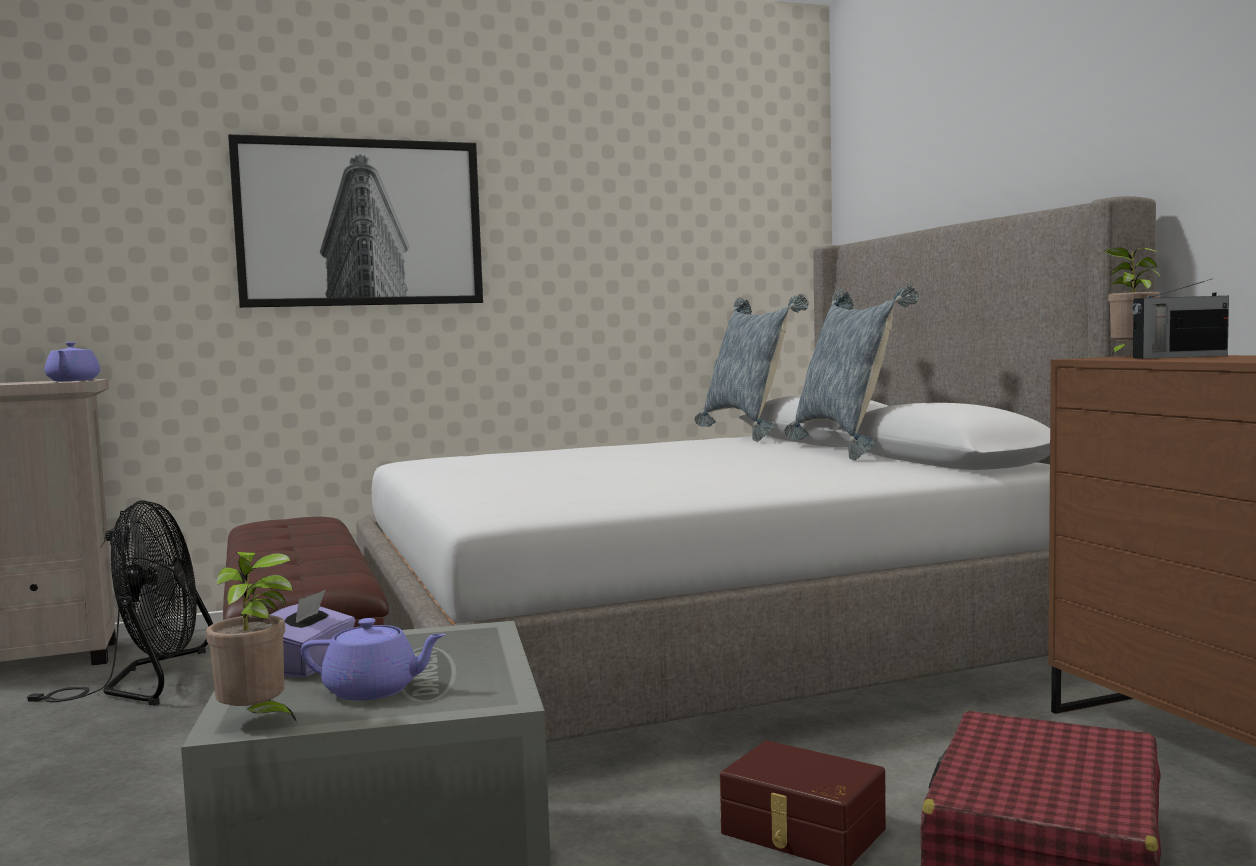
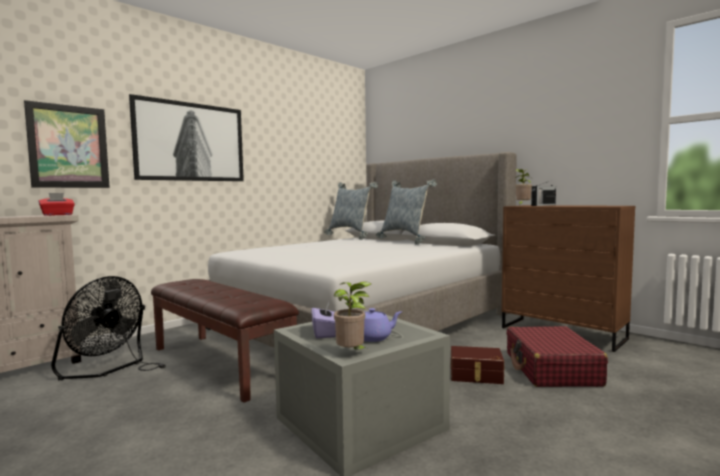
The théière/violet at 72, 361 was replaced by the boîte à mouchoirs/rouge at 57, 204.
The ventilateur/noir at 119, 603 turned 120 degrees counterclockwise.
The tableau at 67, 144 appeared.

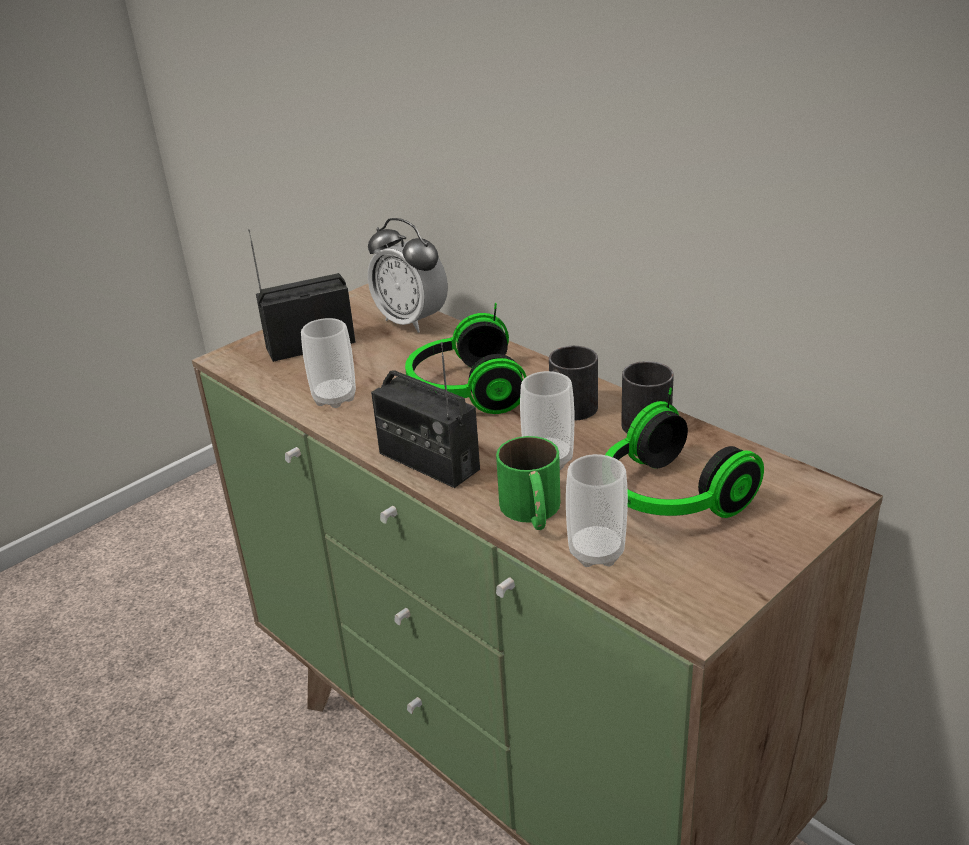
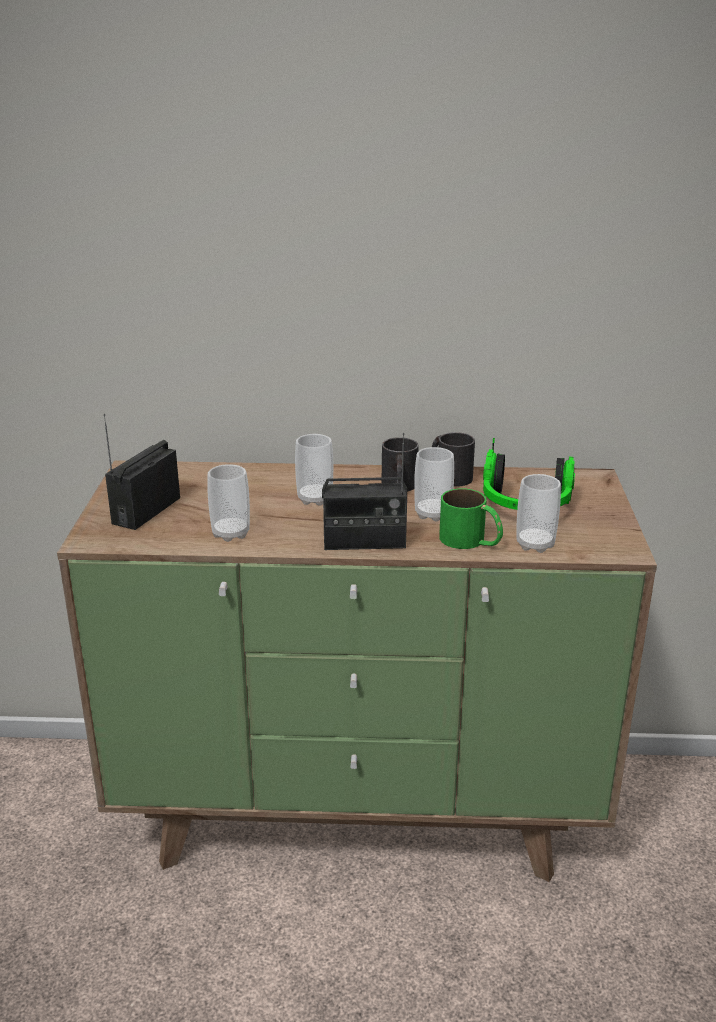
The réveil at 408, 275 disappeared.
The casque audio at 466, 358 was replaced by the tasse at 314, 470.

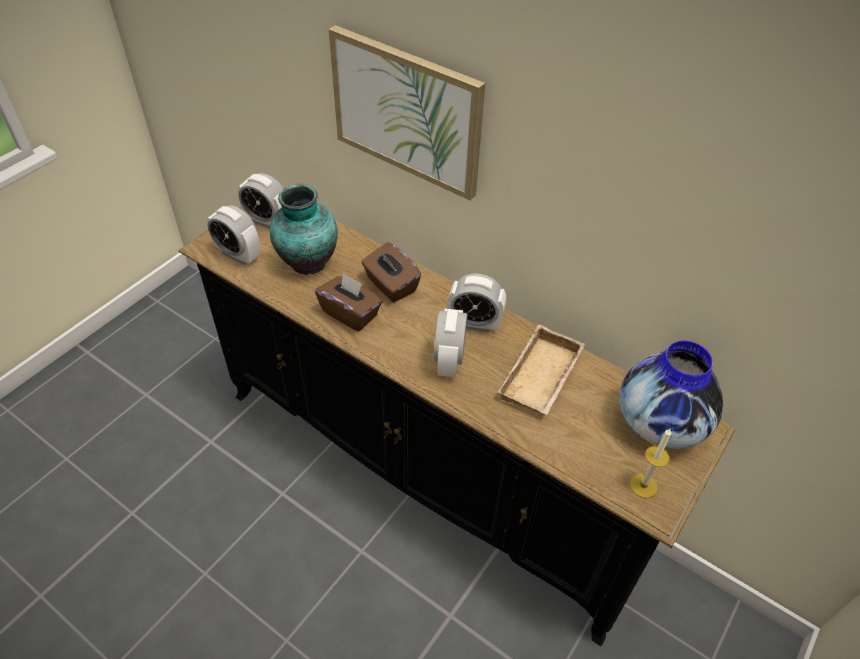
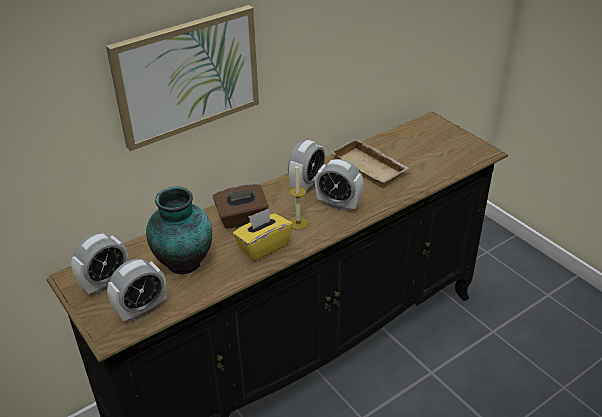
The boîte à mouchoirs/marron at 348, 302 became the boîte à mouchoirs/jaune at 263, 234.
The vase at 671, 395 disappeared.
The bougie moved from 650, 463 to 298, 197.

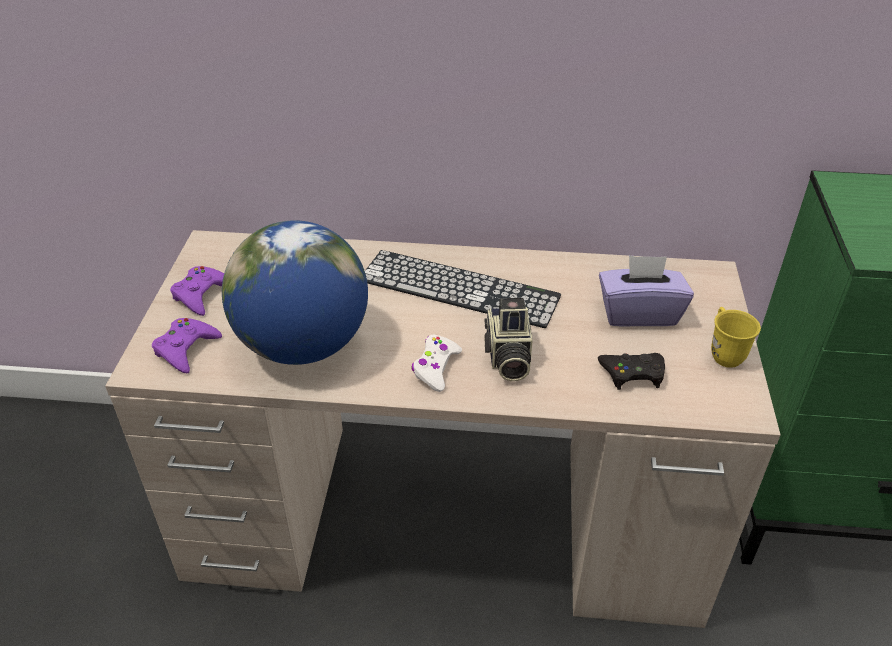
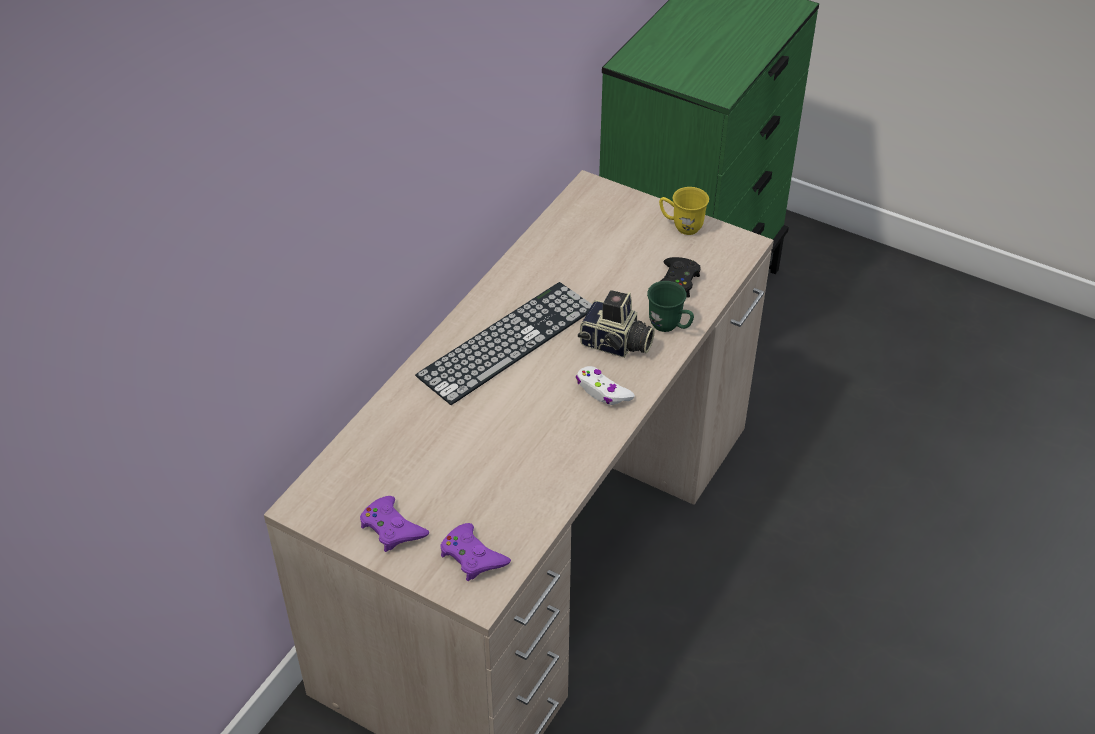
The globe at 295, 292 disappeared.
The boîte à mouchoirs/violet at 646, 291 disappeared.
The mug/vert at 670, 306 appeared.

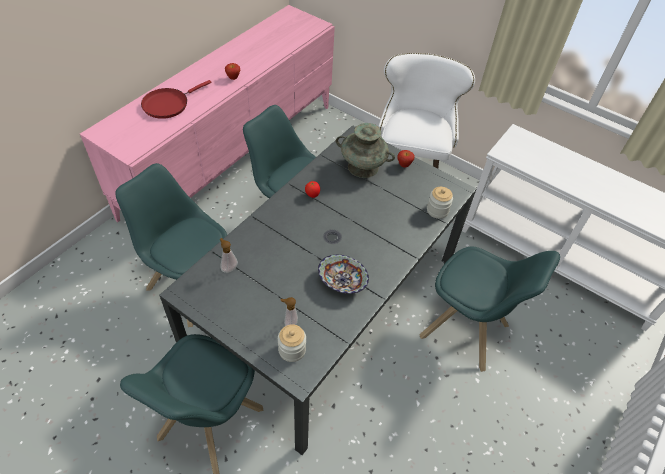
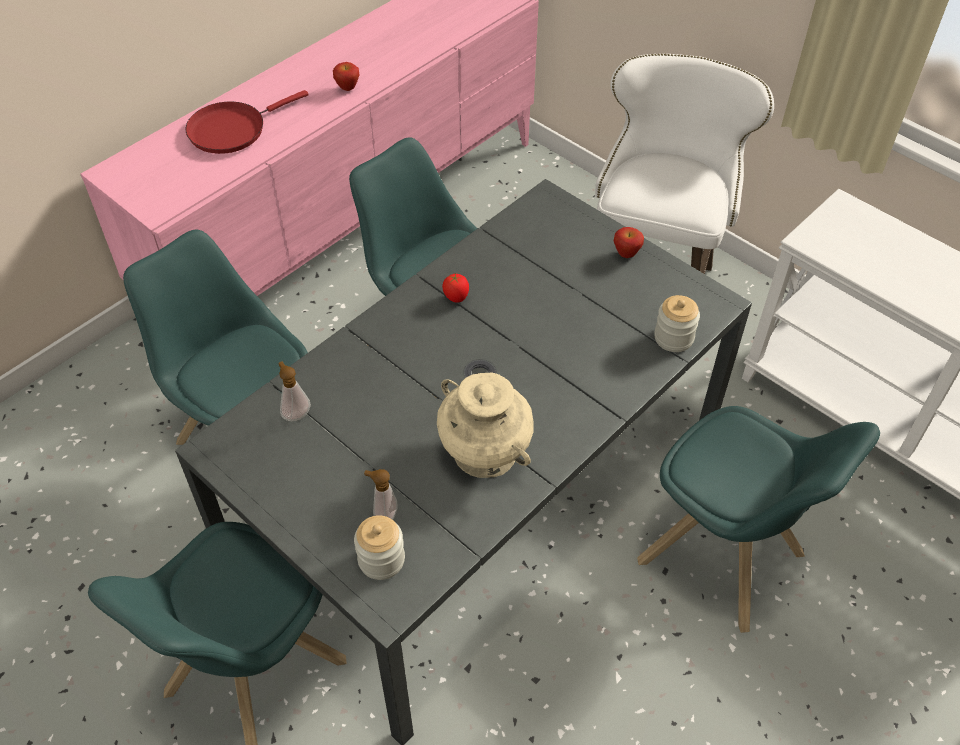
The vase/turquoise at 365, 150 disappeared.
The bol at 343, 274 was replaced by the vase/beige at 485, 425.

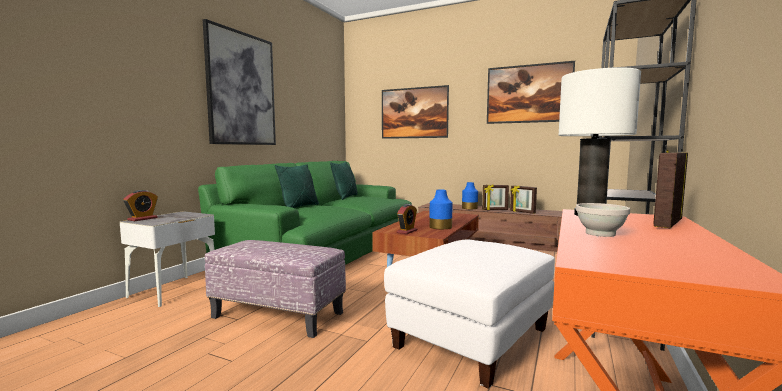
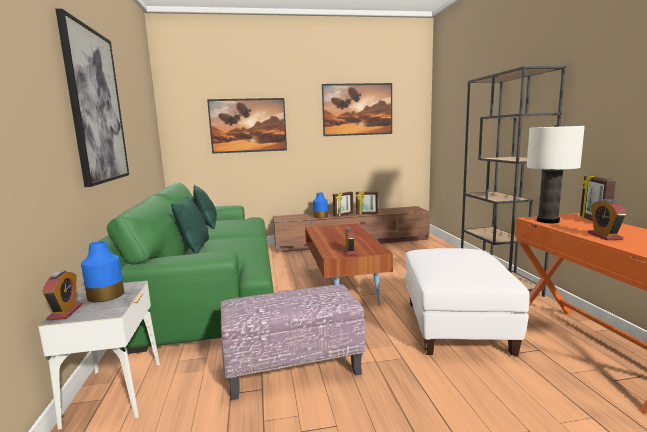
The vase/bleu moved from 441, 209 to 102, 271.
The bol/blanc at 603, 220 was replaced by the réveil at 607, 219.

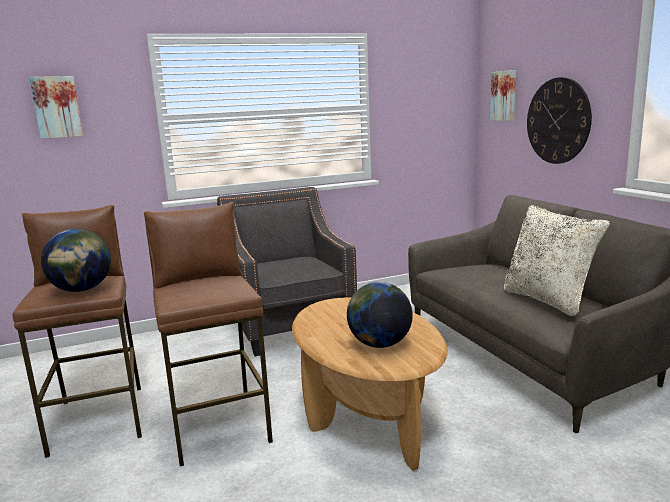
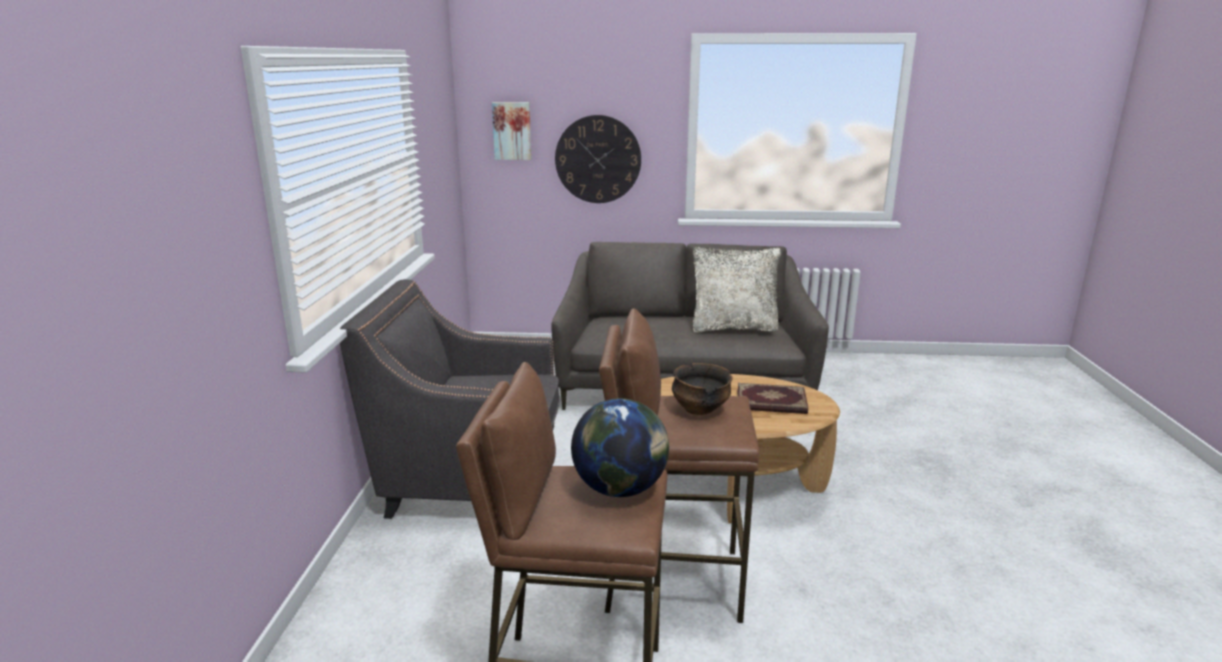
The tableau at 56, 107 disappeared.
The globe at 380, 315 was replaced by the livre at 773, 398.
The bol at 702, 389 appeared.

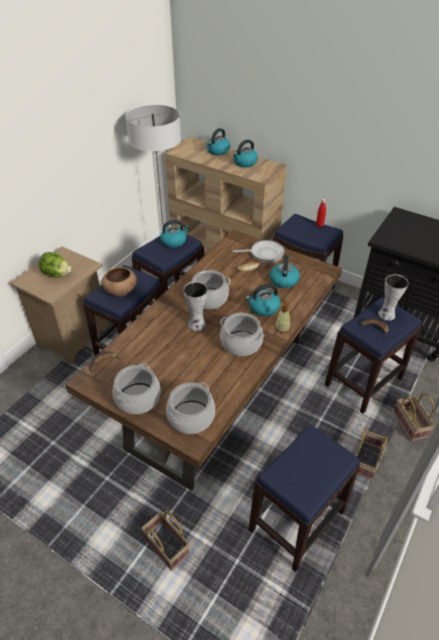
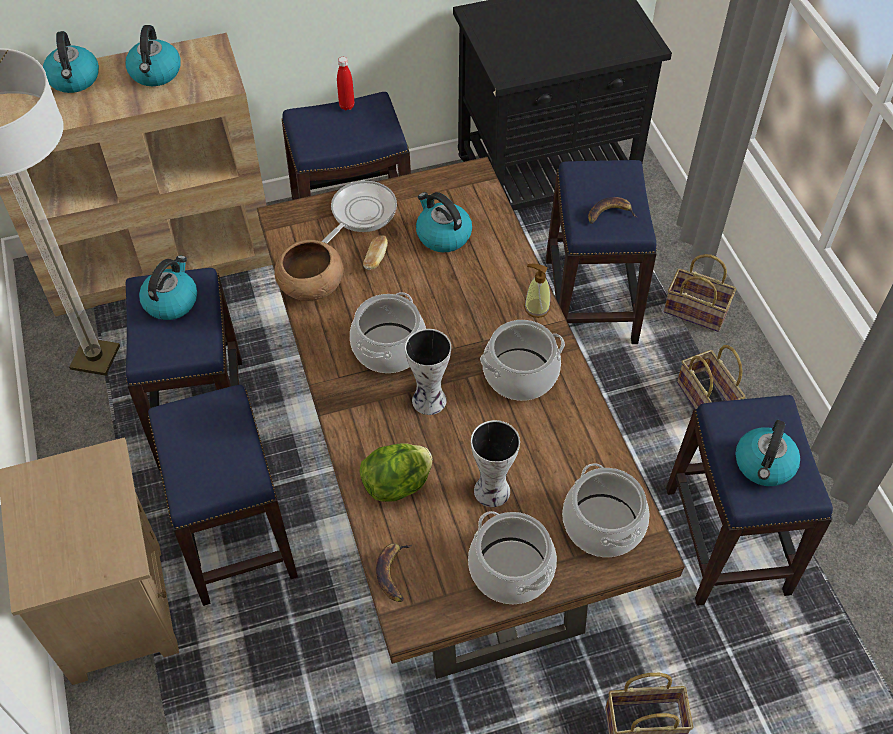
The laitue moved from 55, 265 to 395, 472.
The bol/marron moved from 119, 281 to 309, 270.
The vase moved from 393, 297 to 495, 463.
The bouilloire moved from 263, 300 to 767, 453.

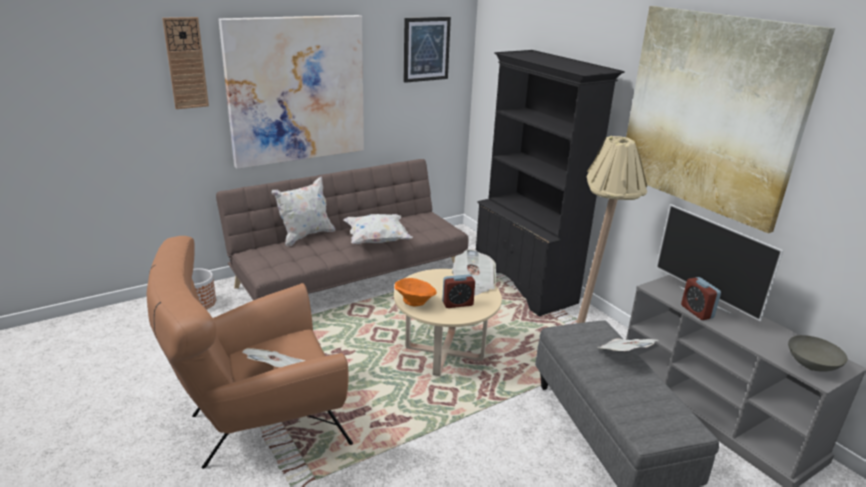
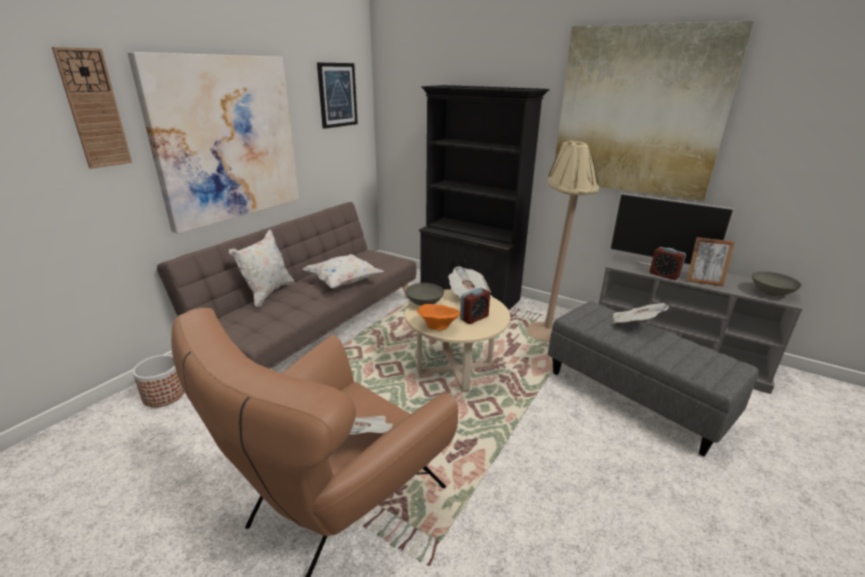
The cadre photo at 711, 261 appeared.
The bol/gris at 424, 294 appeared.

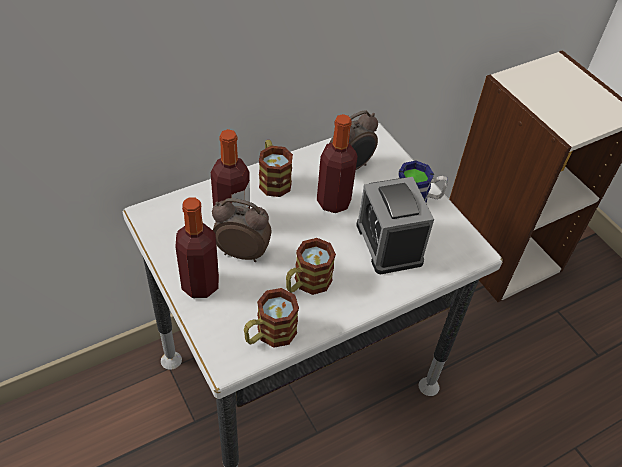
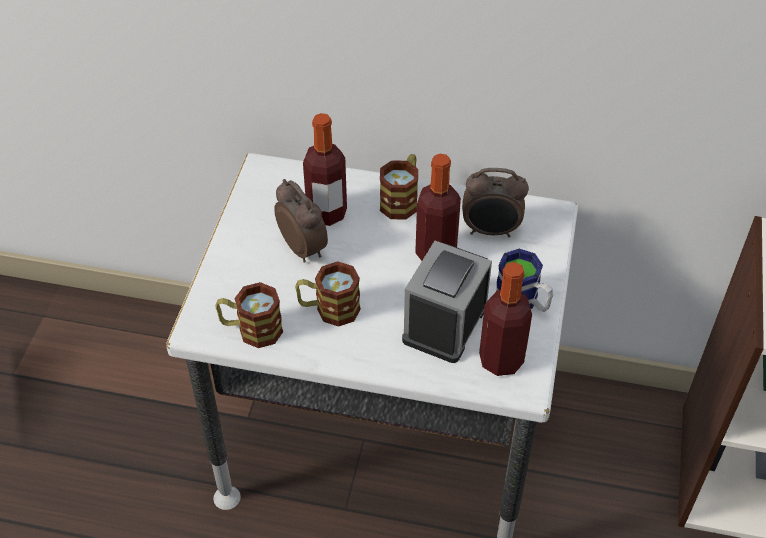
The bouteille moved from 197, 247 to 505, 319.

